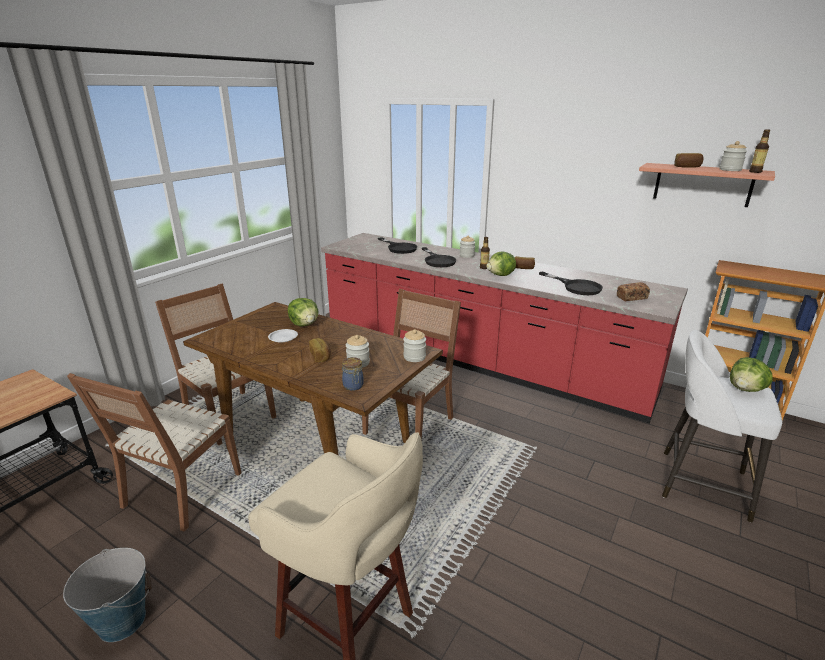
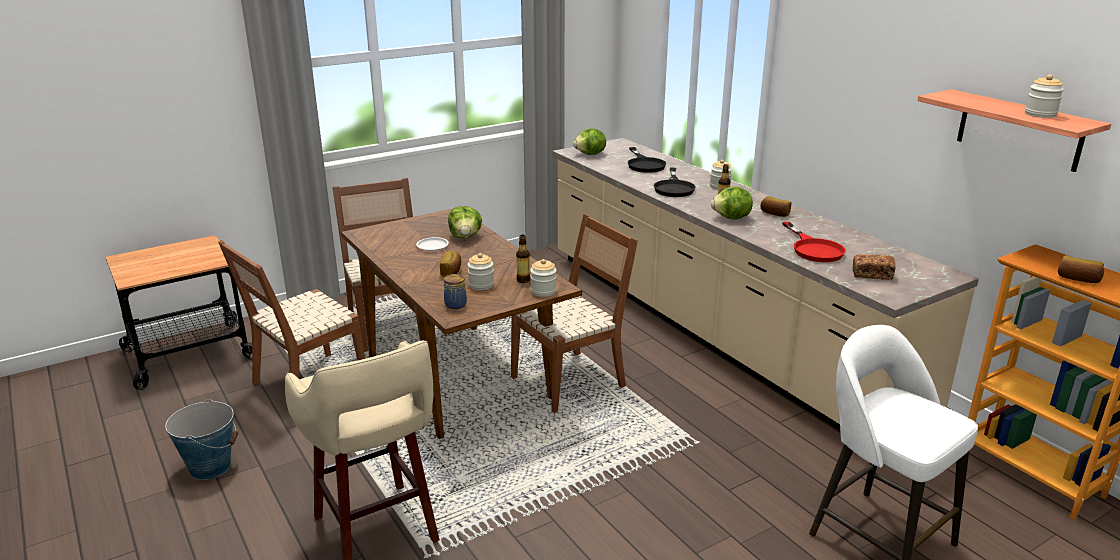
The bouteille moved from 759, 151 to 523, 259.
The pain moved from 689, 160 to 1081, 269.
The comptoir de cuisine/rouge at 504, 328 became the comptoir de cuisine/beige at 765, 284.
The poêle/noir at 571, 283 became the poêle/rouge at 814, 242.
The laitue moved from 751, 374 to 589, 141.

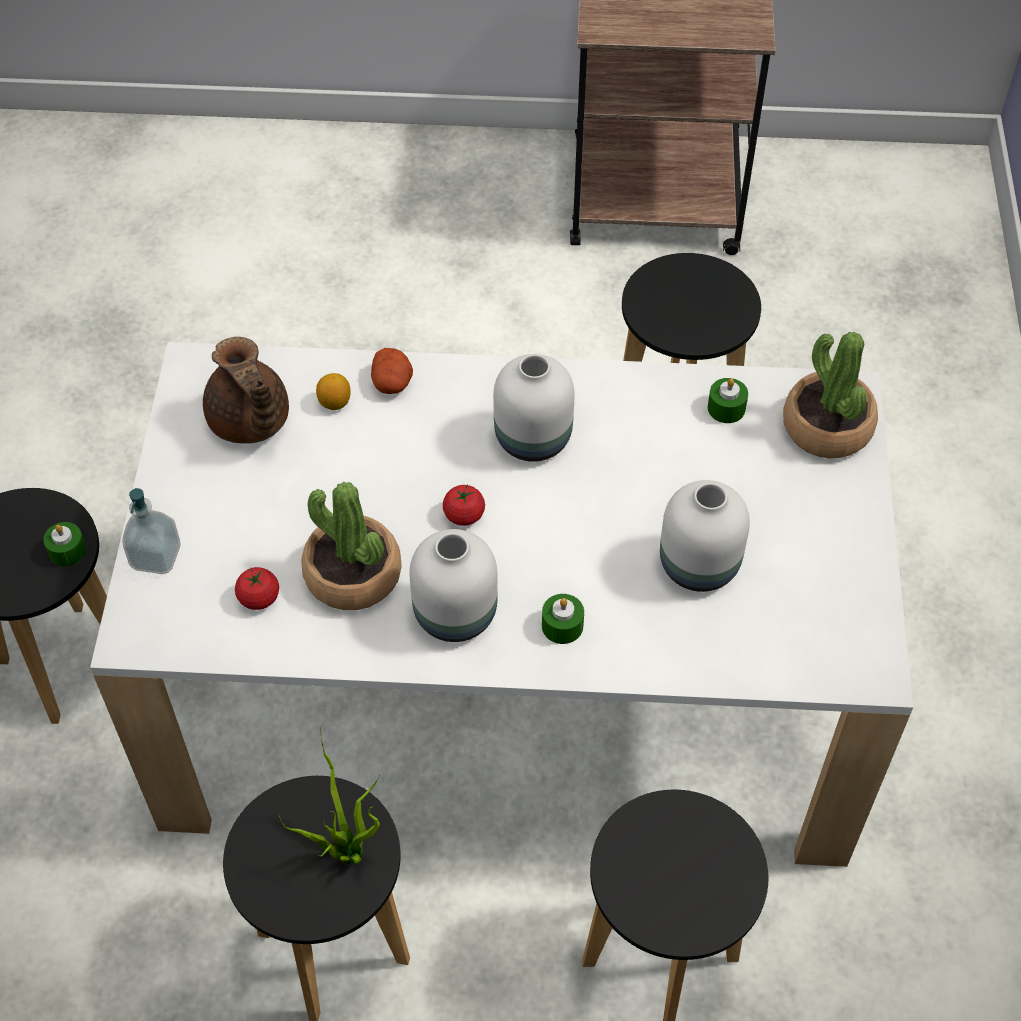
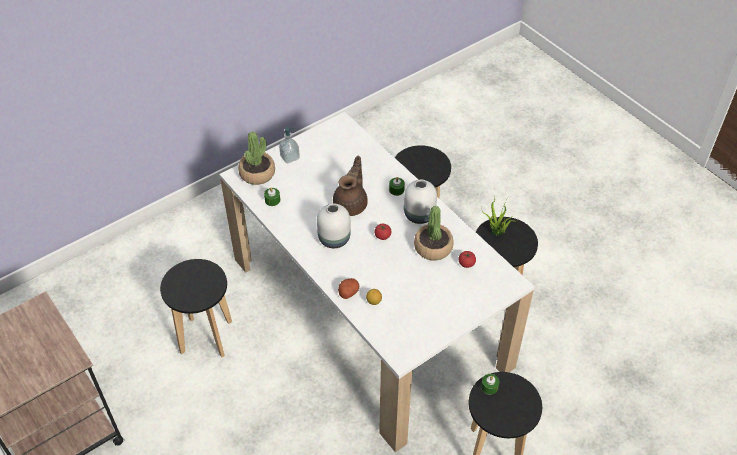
The théière/marron moved from 246, 390 to 350, 186.
The vase/blanc at 705, 536 disappeared.
The distributeur de savon moved from 151, 531 to 289, 145.

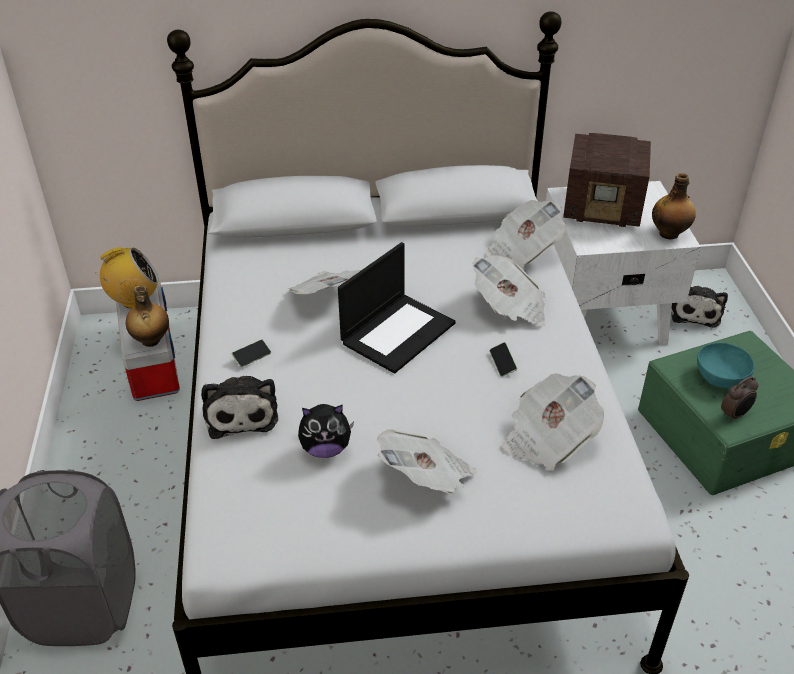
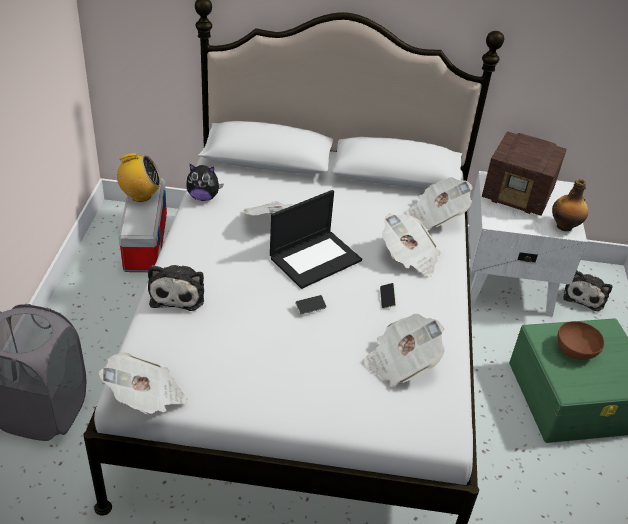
The bouteille at 147, 316 disappeared.
The téléphone moved from 251, 353 to 311, 304.
The bol/turquoise at 726, 365 became the bol/marron at 581, 340.
The réveil at 739, 399 disappeared.
The peluche moved from 326, 431 to 205, 182.
The journal moved from 427, 461 to 143, 383.

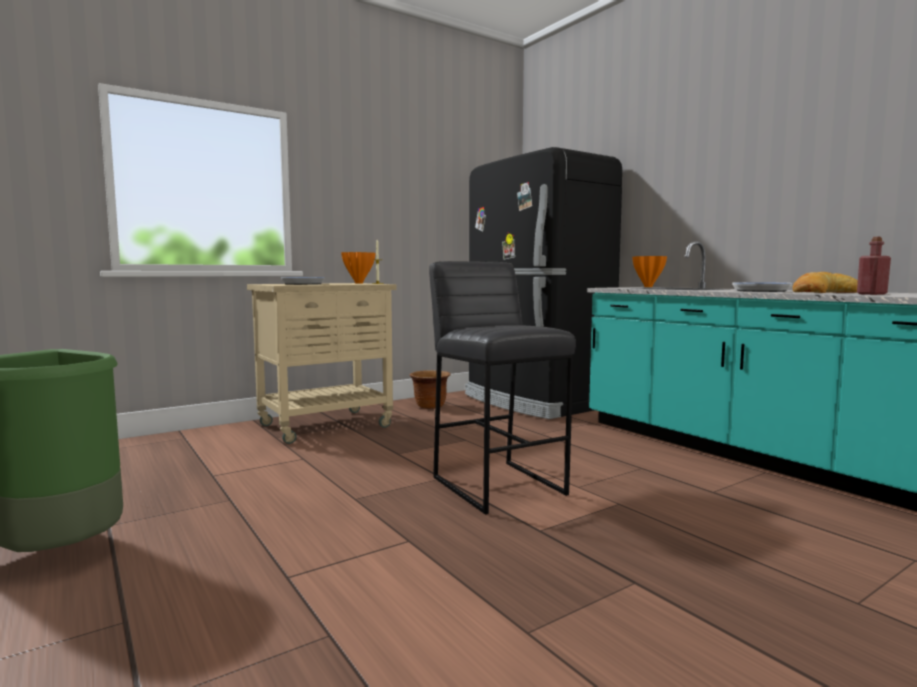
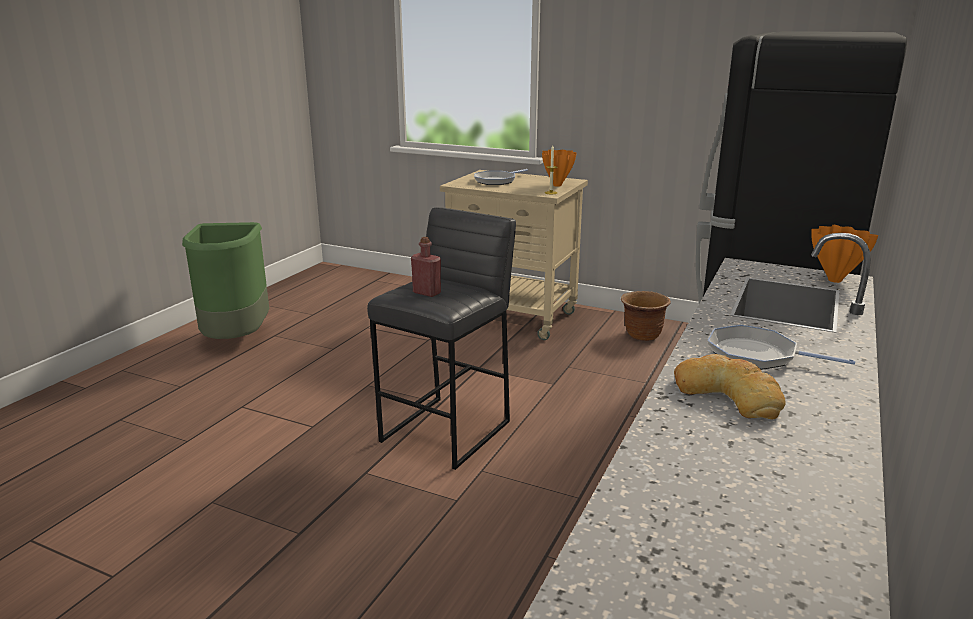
The bouteille/rouge moved from 874, 266 to 426, 267.

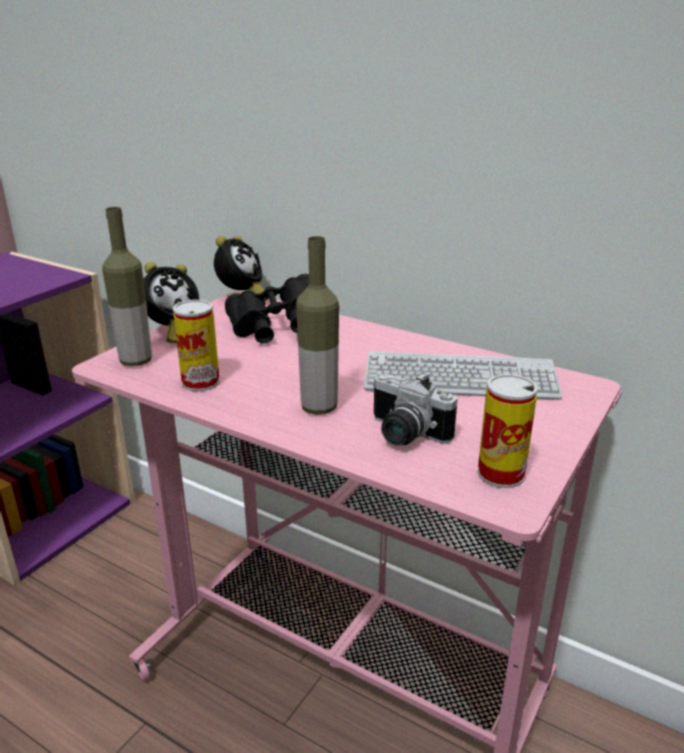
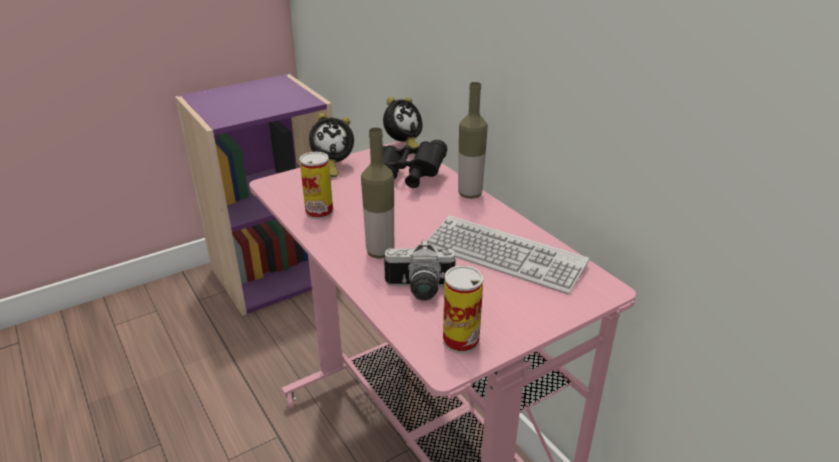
The bouteille moved from 127, 286 to 473, 140.
The appareil photo at 415, 409 turned 60 degrees counterclockwise.

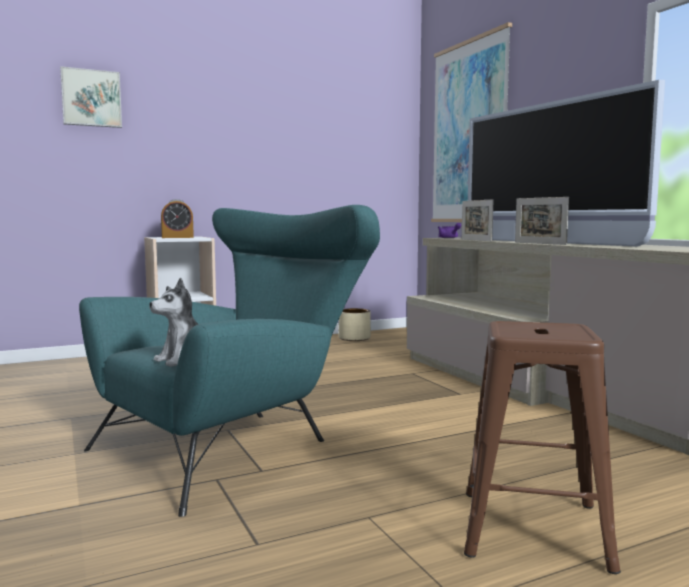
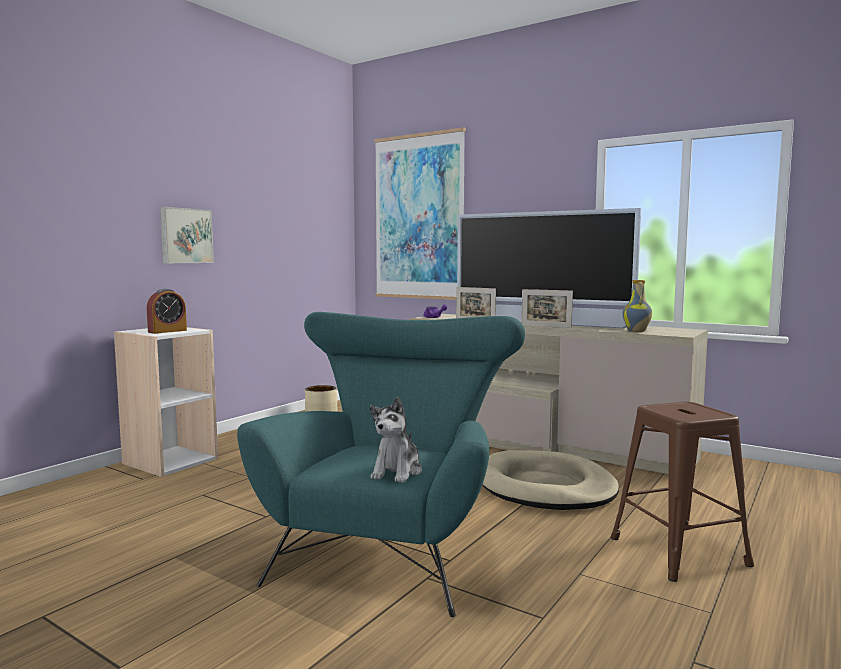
The tableau moved from 91, 97 to 187, 235.
The vase at 637, 306 appeared.
The panier pour chien/beige at 550, 480 appeared.

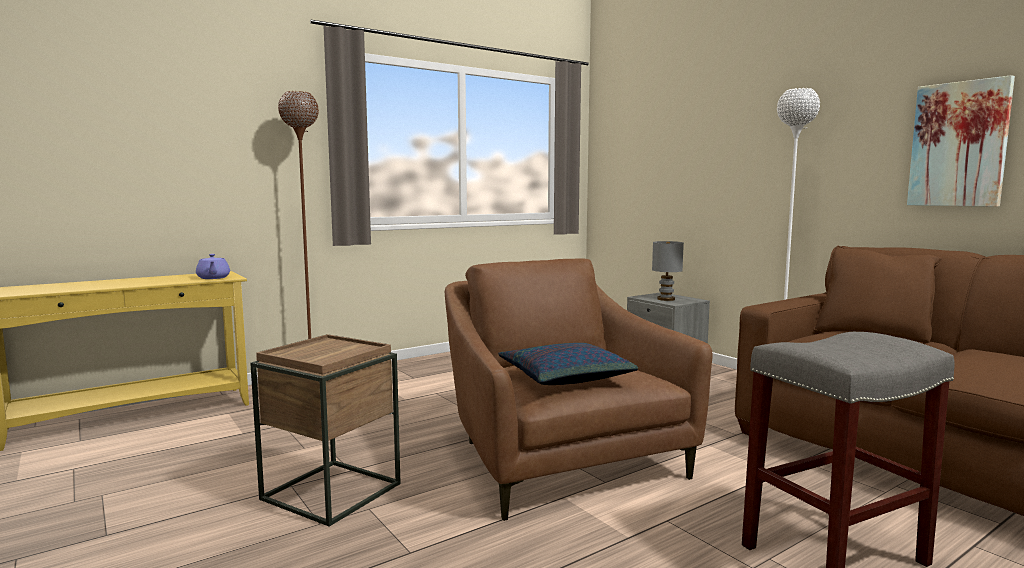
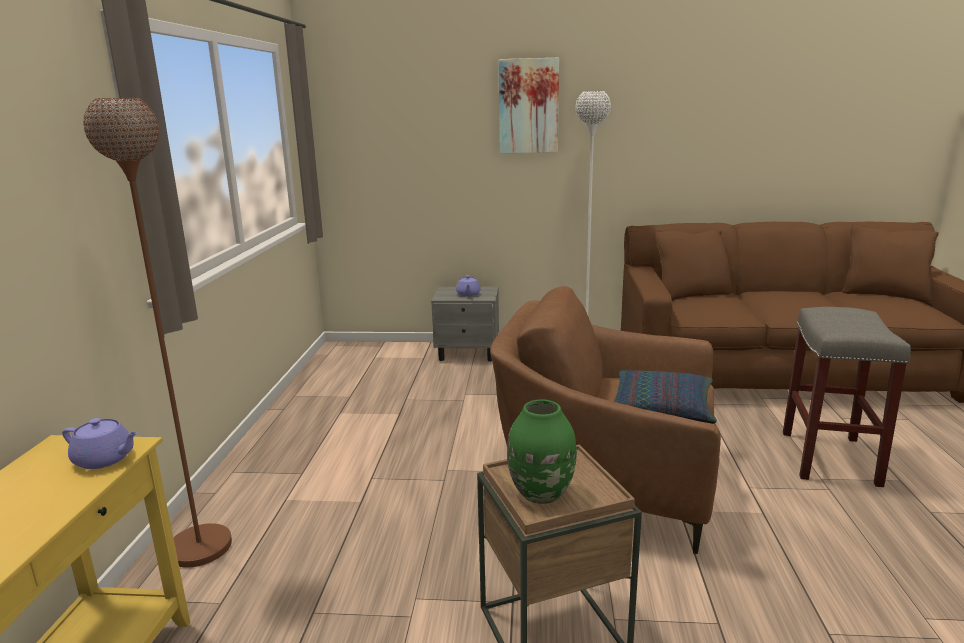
The tableau moved from 961, 141 to 529, 105.
The lampe de table/gris at 668, 271 was replaced by the théière/violet at 468, 285.
The vase/vert at 542, 452 appeared.

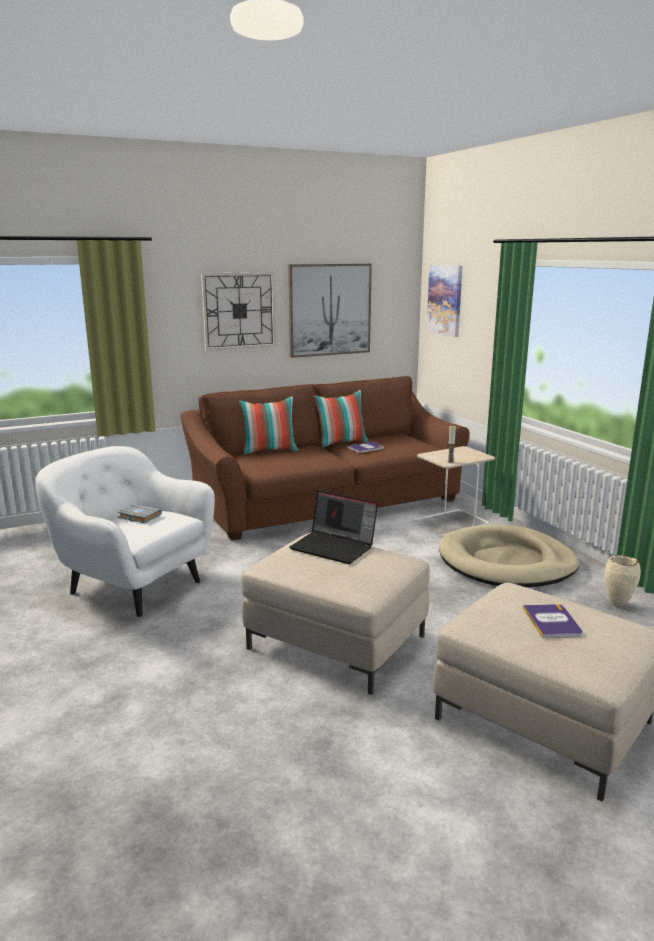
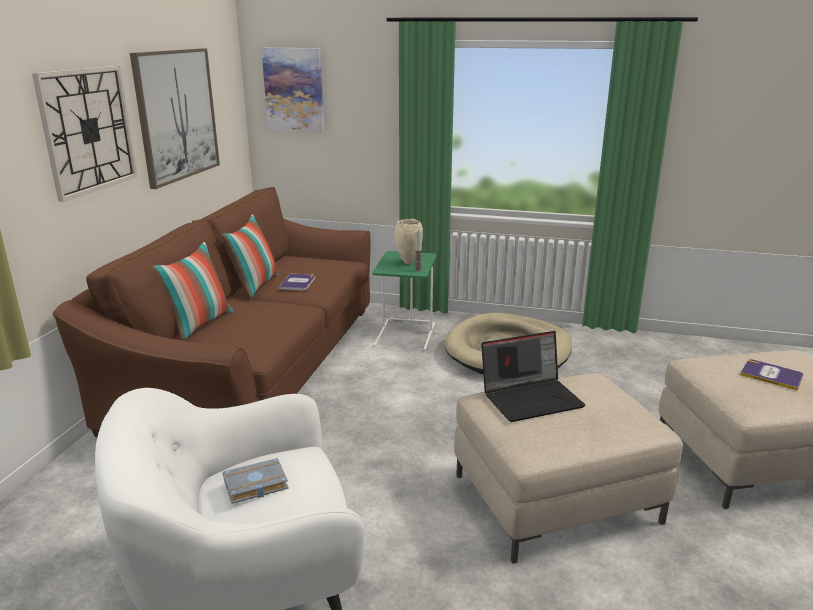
The table d'appoint/beige at 454, 491 became the table d'appoint/vert at 404, 301.
The vase/beige moved from 622, 581 to 408, 242.

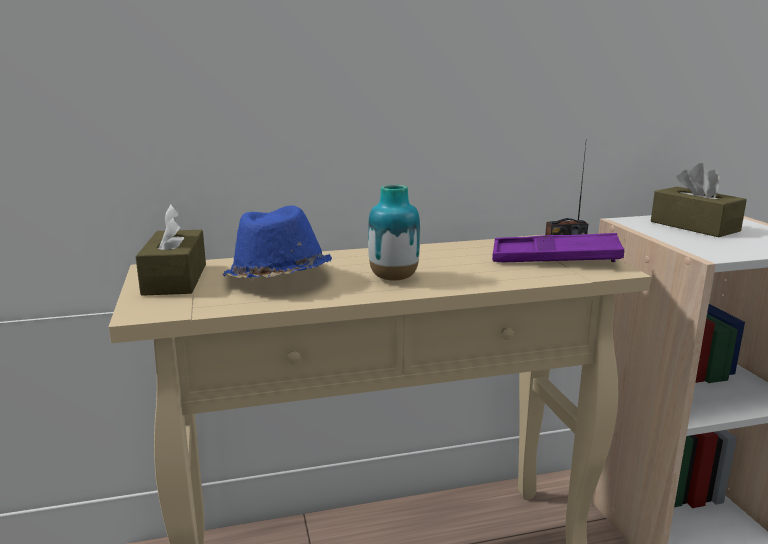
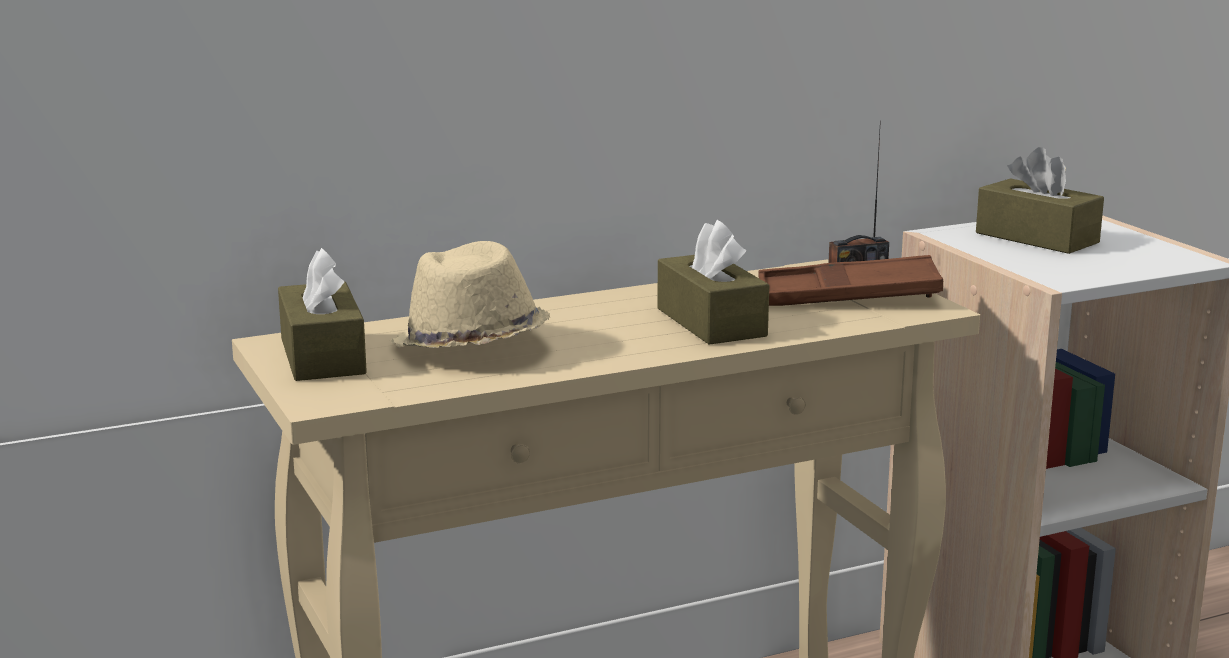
The vase at 394, 232 disappeared.
The chapeau/bleu at 277, 241 became the chapeau/beige at 470, 294.
The plateau/violet at 558, 247 became the plateau/marron at 850, 280.
The boîte à mouchoirs/marron at 713, 282 appeared.

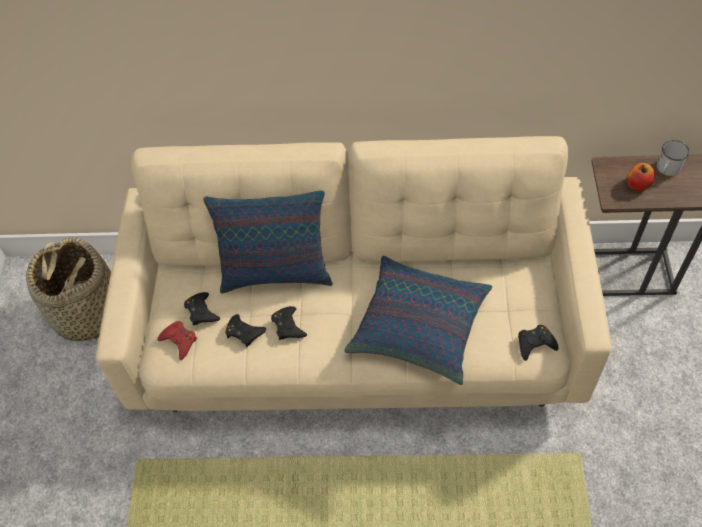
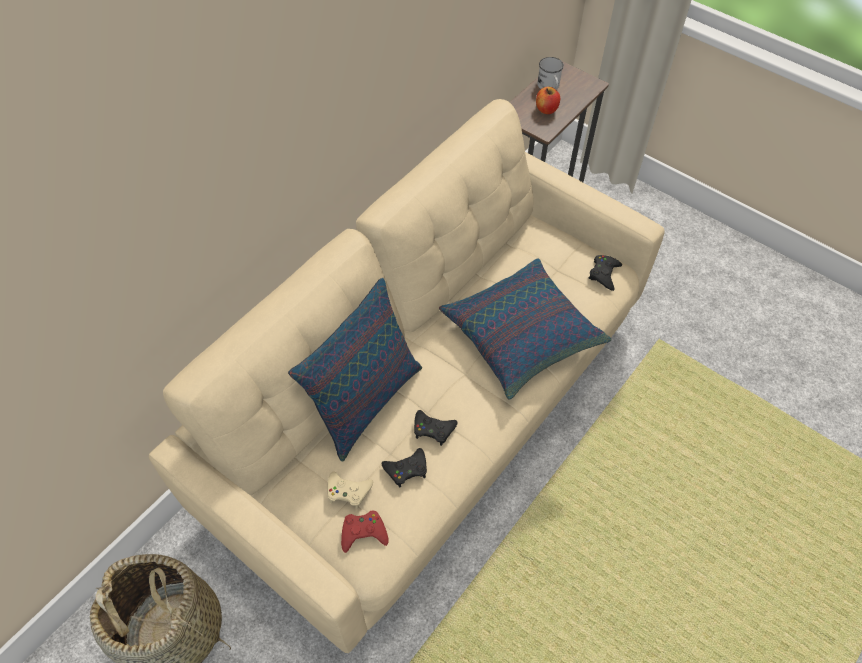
The manette/noir at 202, 309 became the manette/beige at 350, 490.

